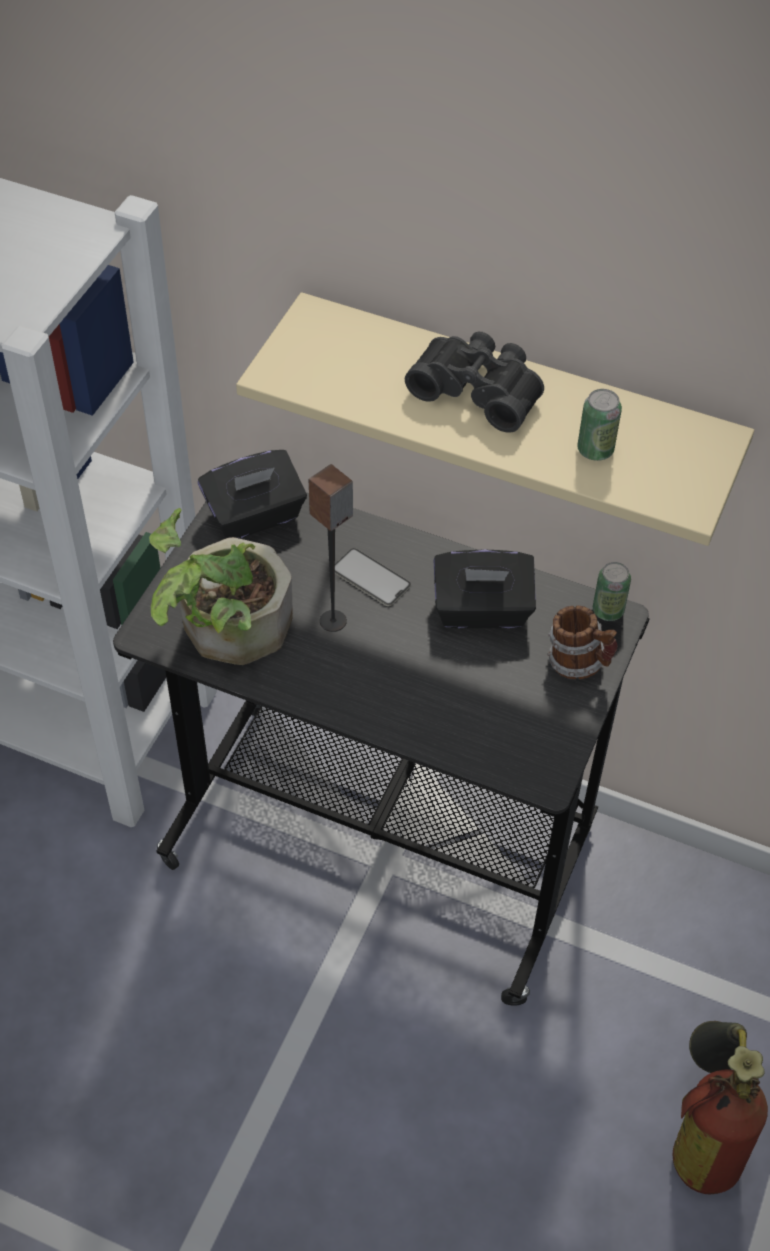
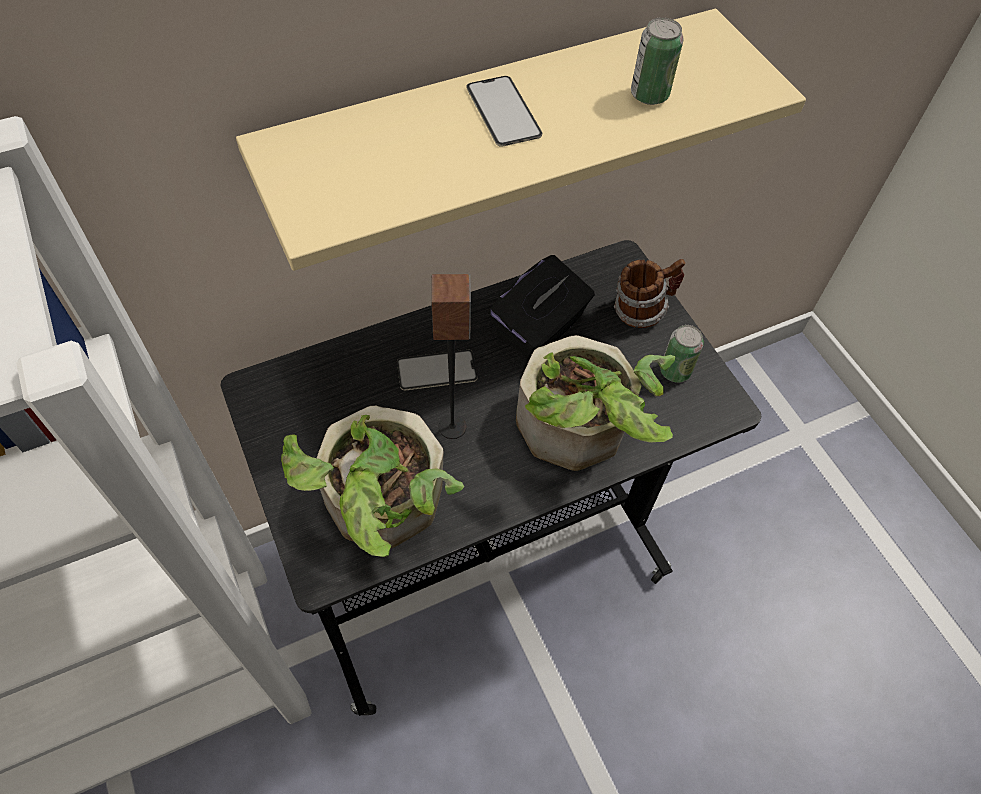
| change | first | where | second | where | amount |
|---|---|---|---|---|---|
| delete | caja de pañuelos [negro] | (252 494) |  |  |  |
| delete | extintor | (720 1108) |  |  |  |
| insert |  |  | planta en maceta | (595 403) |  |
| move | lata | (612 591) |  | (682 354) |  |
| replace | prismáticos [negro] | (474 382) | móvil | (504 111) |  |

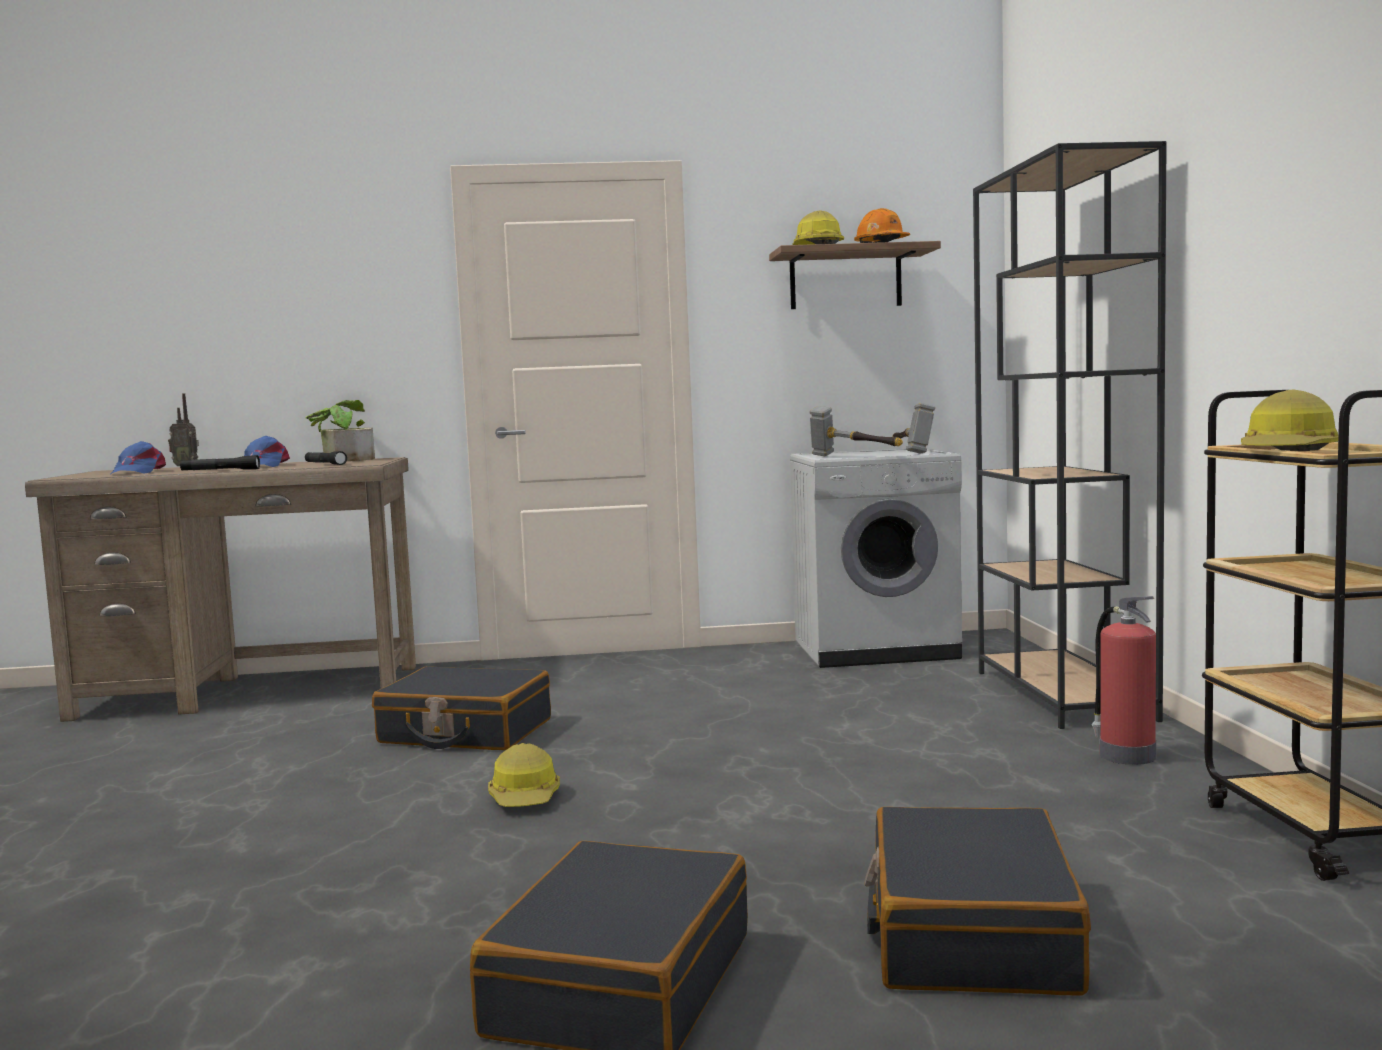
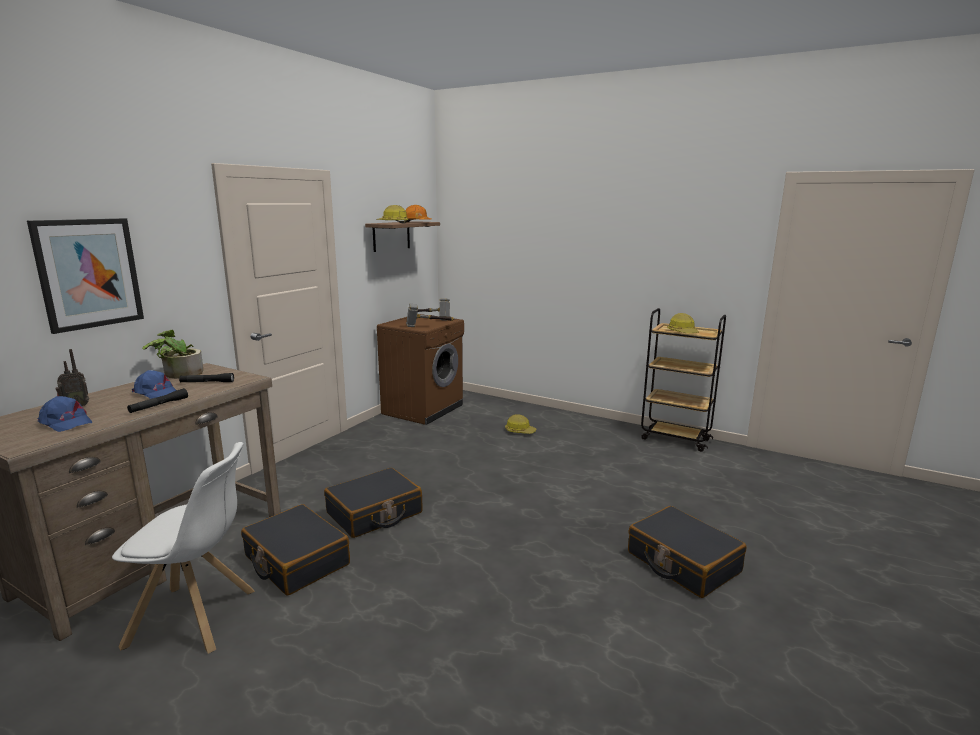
| change | first | where | second | where | amount |
|---|---|---|---|---|---|
| delete | estantería | (1069 435) |  |  |  |
| delete | extintor | (1124 680) |  |  |  |
| insert |  |  | cuadro | (85 276) |  |
| insert |  |  | silla [blanco] | (183 548) |  |
| move | casco | (524 775) |  | (521 424) |  |
| move | maleta [negro] | (977 901) |  | (295 549) |  |
| recolor | lavadora [blanco] | (876 558) | lavadora [marrón] | (420 369) |  |

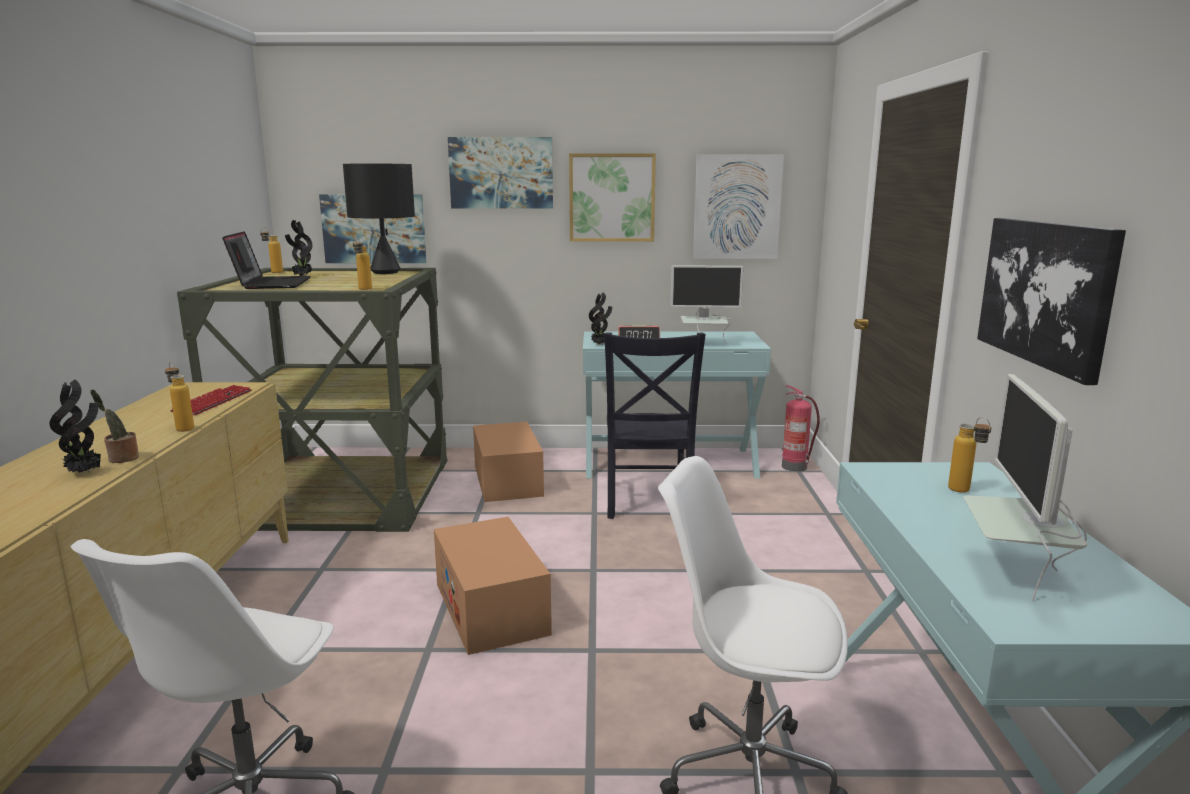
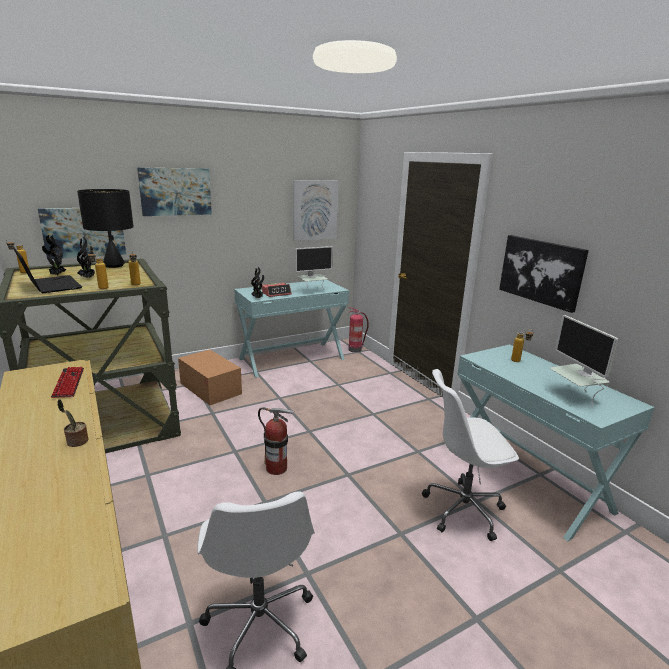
| change | first | where | second | where | amount |
|---|---|---|---|---|---|
| delete | cuadro | (612 197) |  |  |  |
| delete | silla [negro] | (655 425) |  |  |  |
| move | planta en maceta | (75 427) |  | (86 257) |  |
| move | botella | (179 396) |  | (98 269) |  |
| replace | caja de cartón | (493 586) | extintor | (276 441) |  |

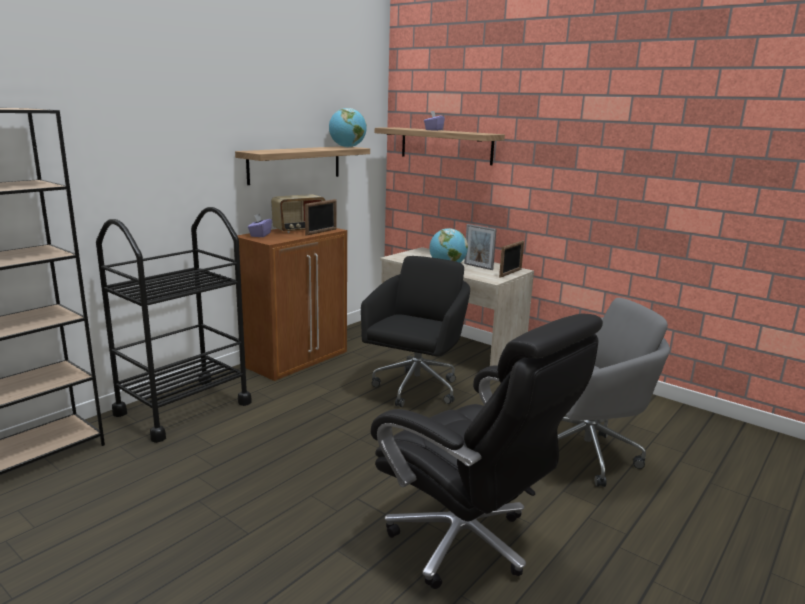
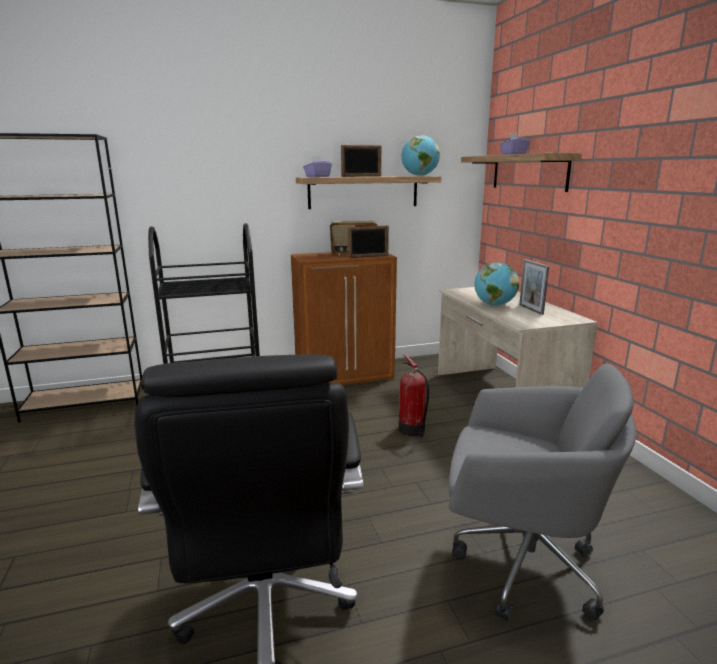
| change | first | where | second | where | amount |
|---|---|---|---|---|---|
| move | caja de pañuelos [morado] | (260 225) |  | (317 166) |  |
| move | portarretratos | (511 259) |  | (361 161) |  |
| replace | silla de oficina [negro] | (415 331) | extintor | (414 395) |  |

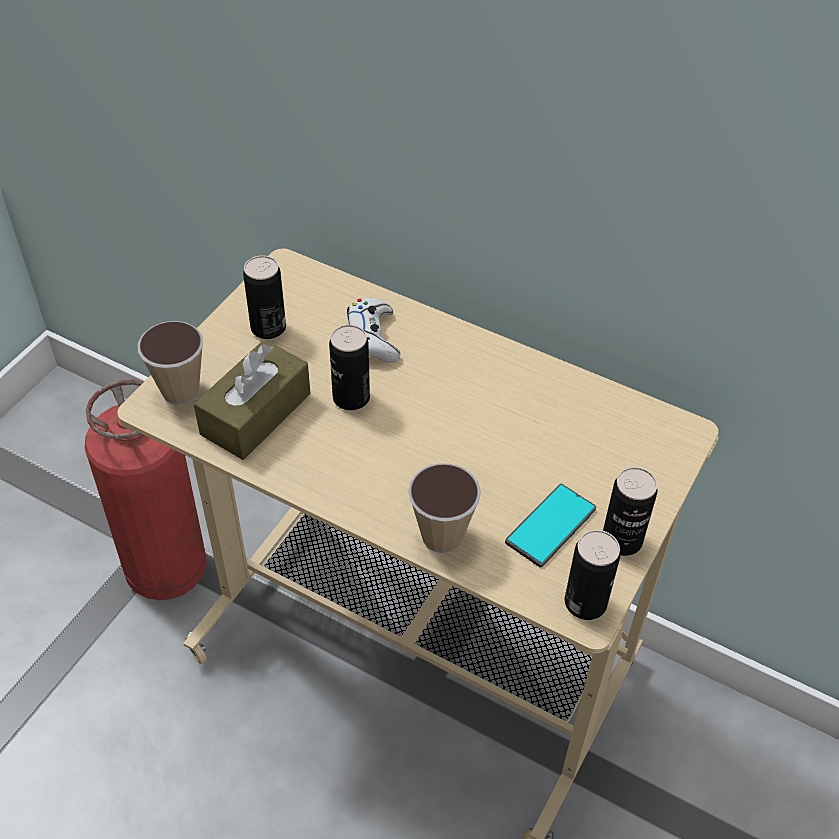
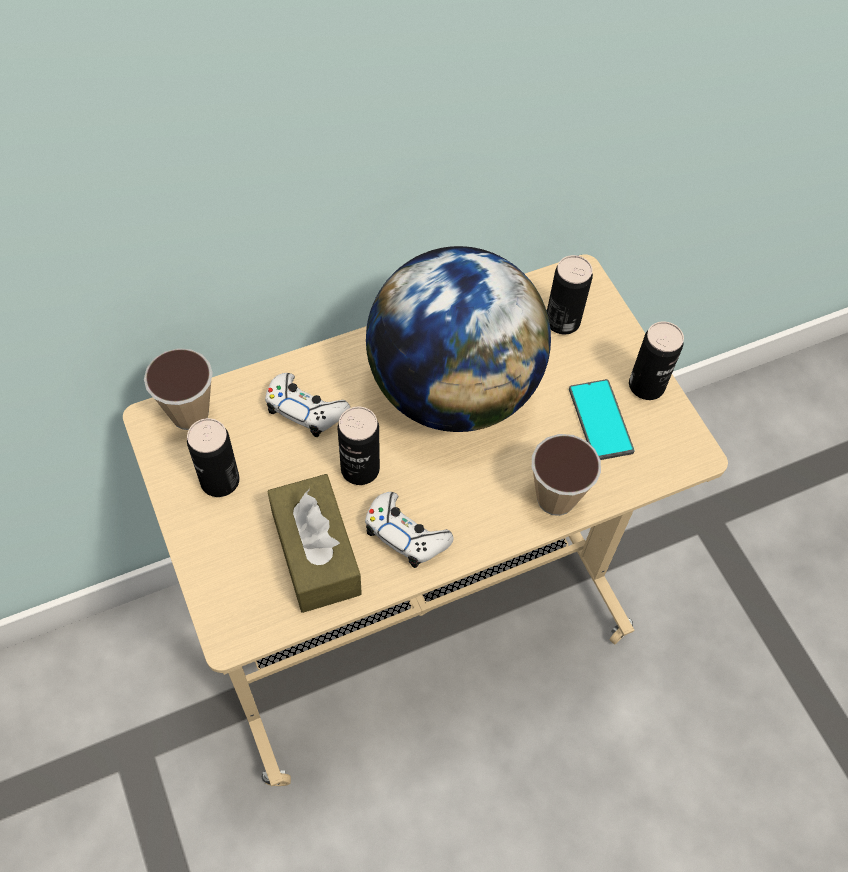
| change | first | where | second | where | amount |
|---|---|---|---|---|---|
| delete | extintor | (145 489) |  |  |  |
| insert |  |  | mando de consola [blanco] | (409 530) |  |
| insert |  |  | globo terráqueo | (458 339) |  |
| move | taza | (170 363) |  | (178 389) |  |
| move | lata | (592 575) |  | (570 294) |  |

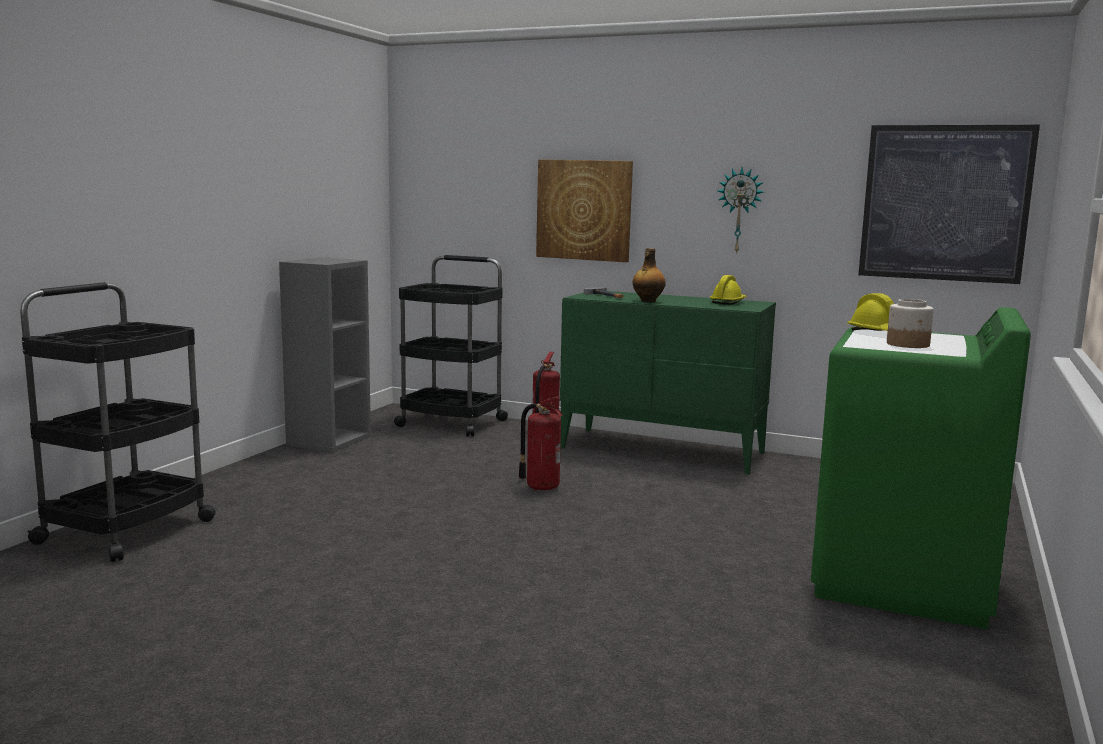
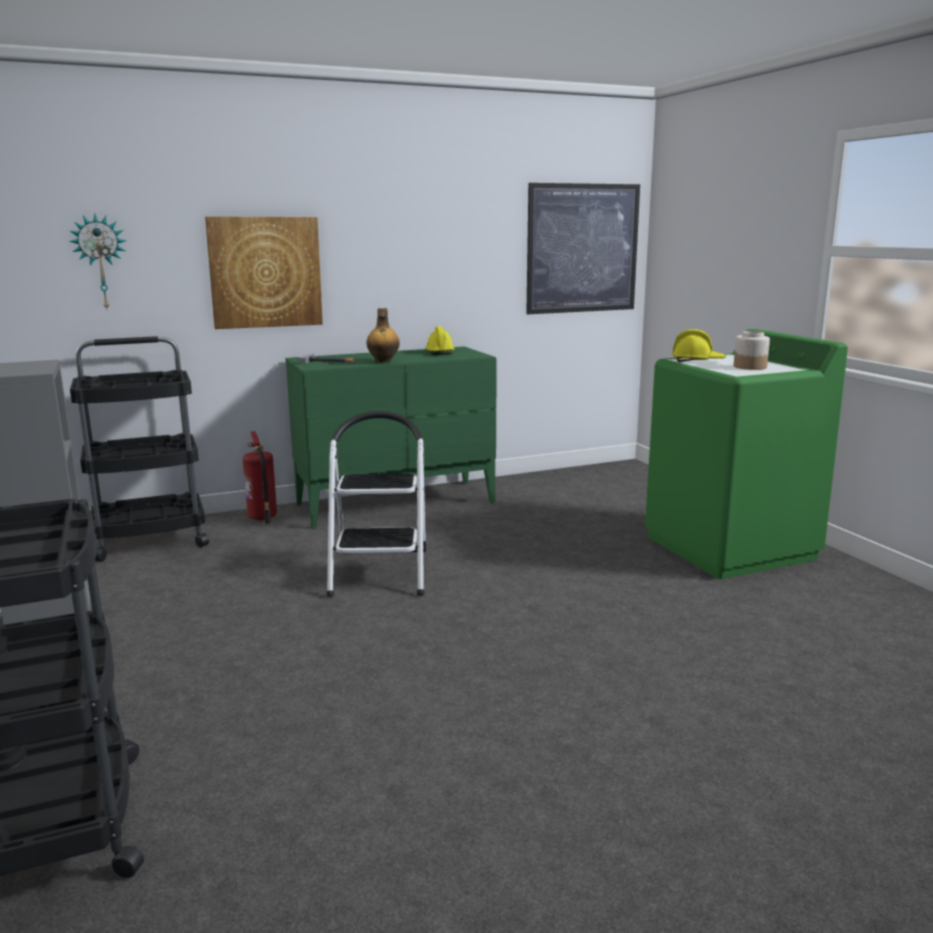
| change | first | where | second | where | amount |
|---|---|---|---|---|---|
| move | reloj de pared | (741 211) |  | (97 261) |  |
| replace | extintor | (540 443) | escalera de tijera | (376 504) |  |

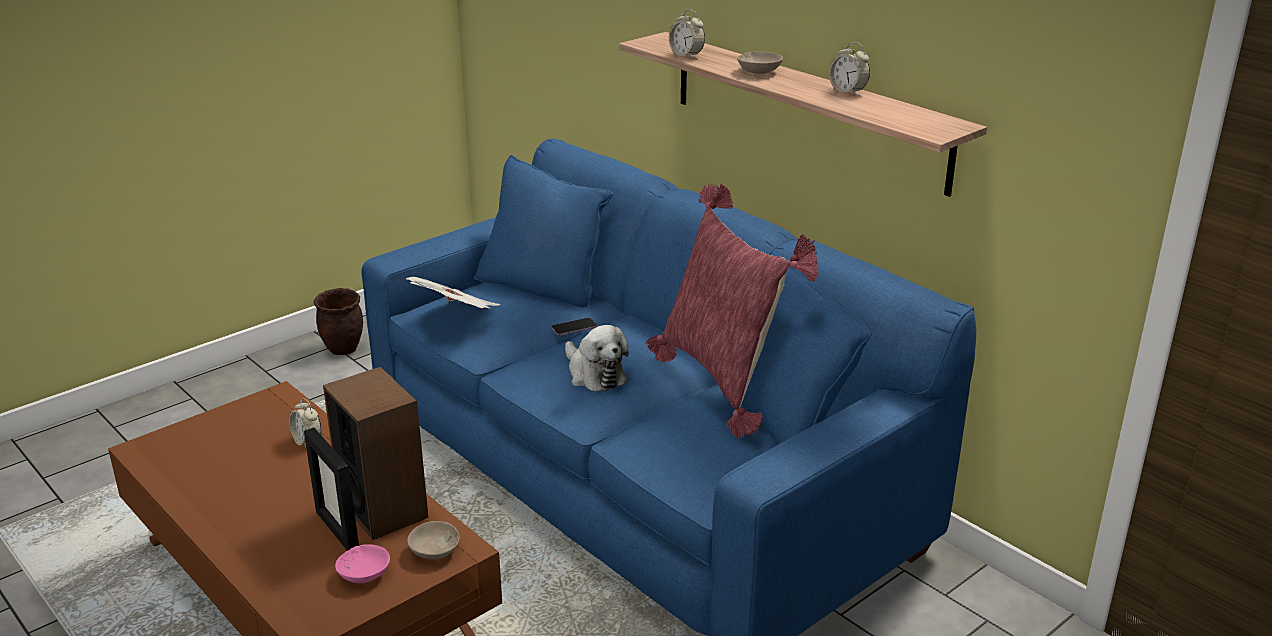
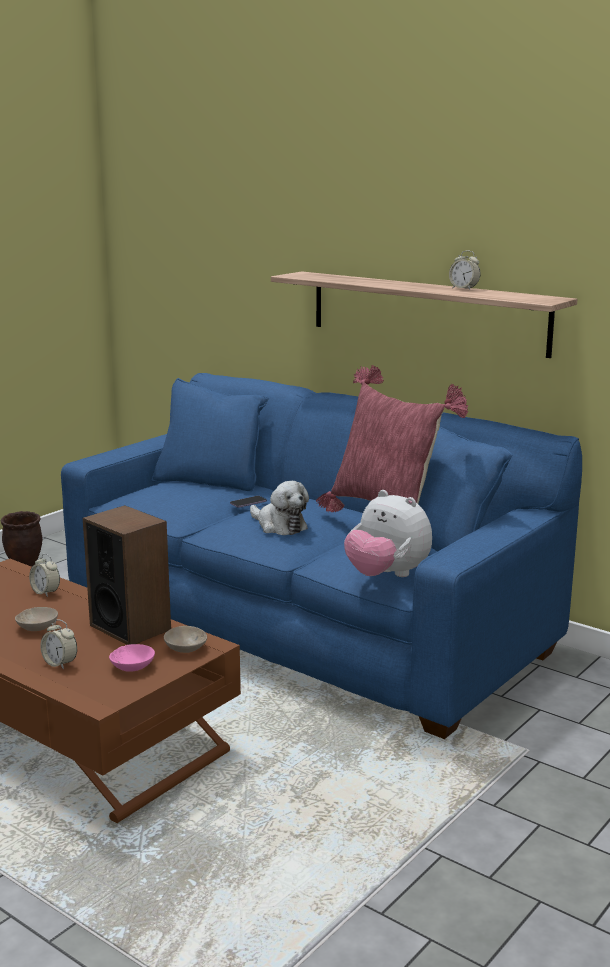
| change | first | where | second | where | amount |
|---|---|---|---|---|---|
| delete | portarretratos | (331 489) |  |  |  |
| delete | periódico | (453 293) |  |  |  |
| insert |  |  | peluche | (388 533) |  |
| move | despertador | (687 34) |  | (58 645) |  |
| move | cuenco [beis] | (760 62) |  | (36 619) |  |

